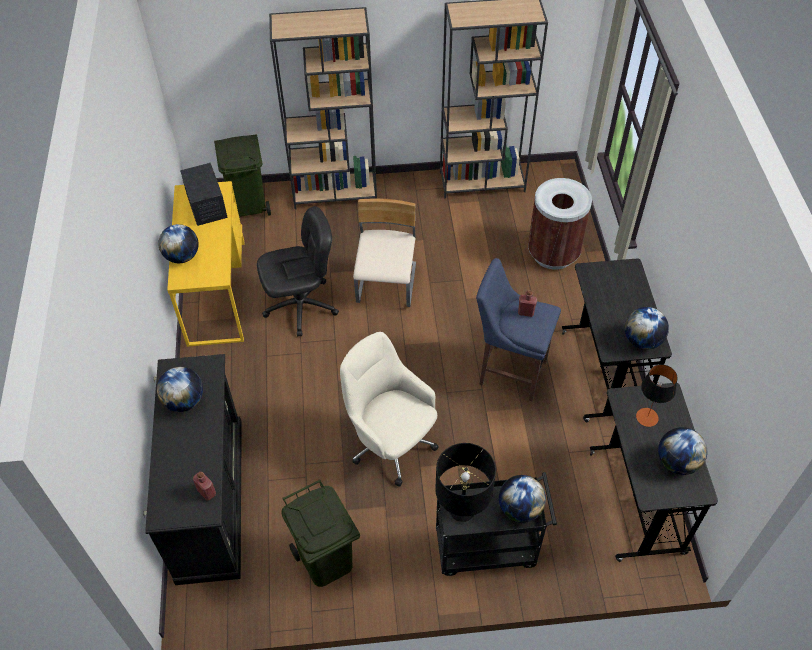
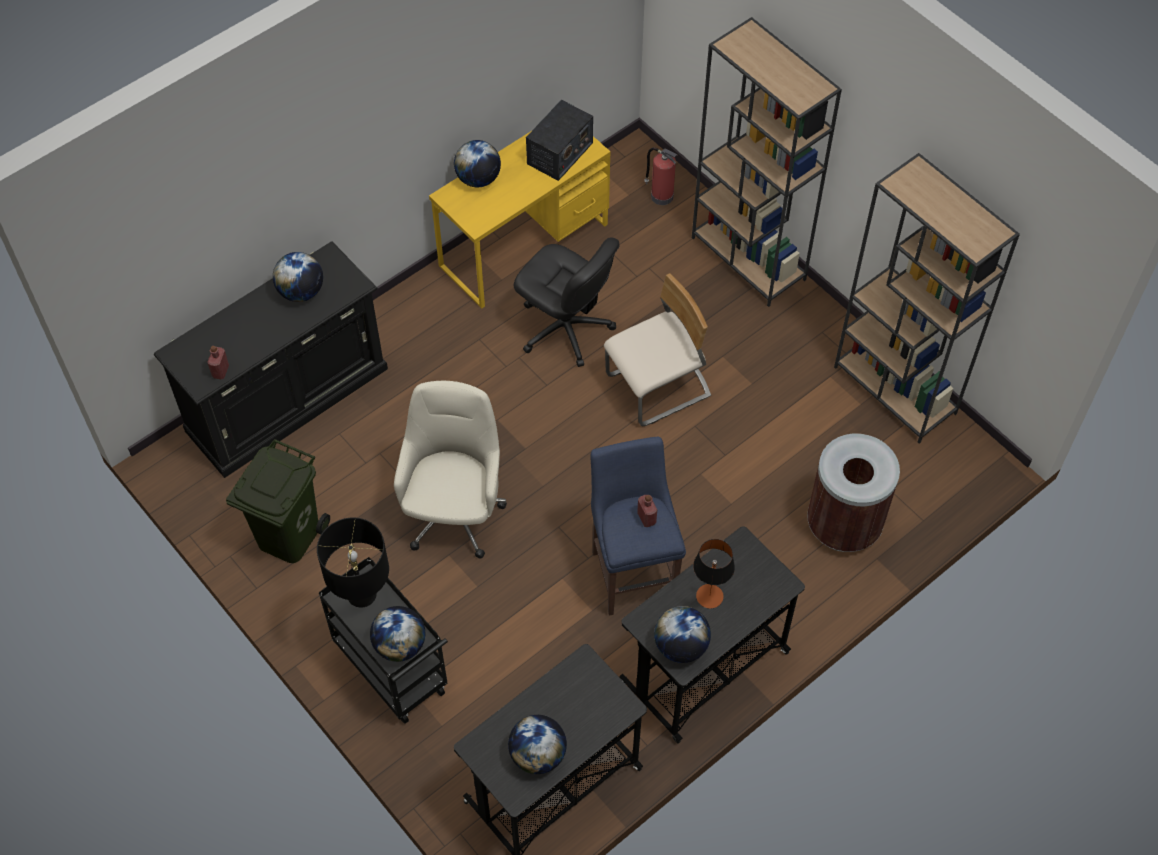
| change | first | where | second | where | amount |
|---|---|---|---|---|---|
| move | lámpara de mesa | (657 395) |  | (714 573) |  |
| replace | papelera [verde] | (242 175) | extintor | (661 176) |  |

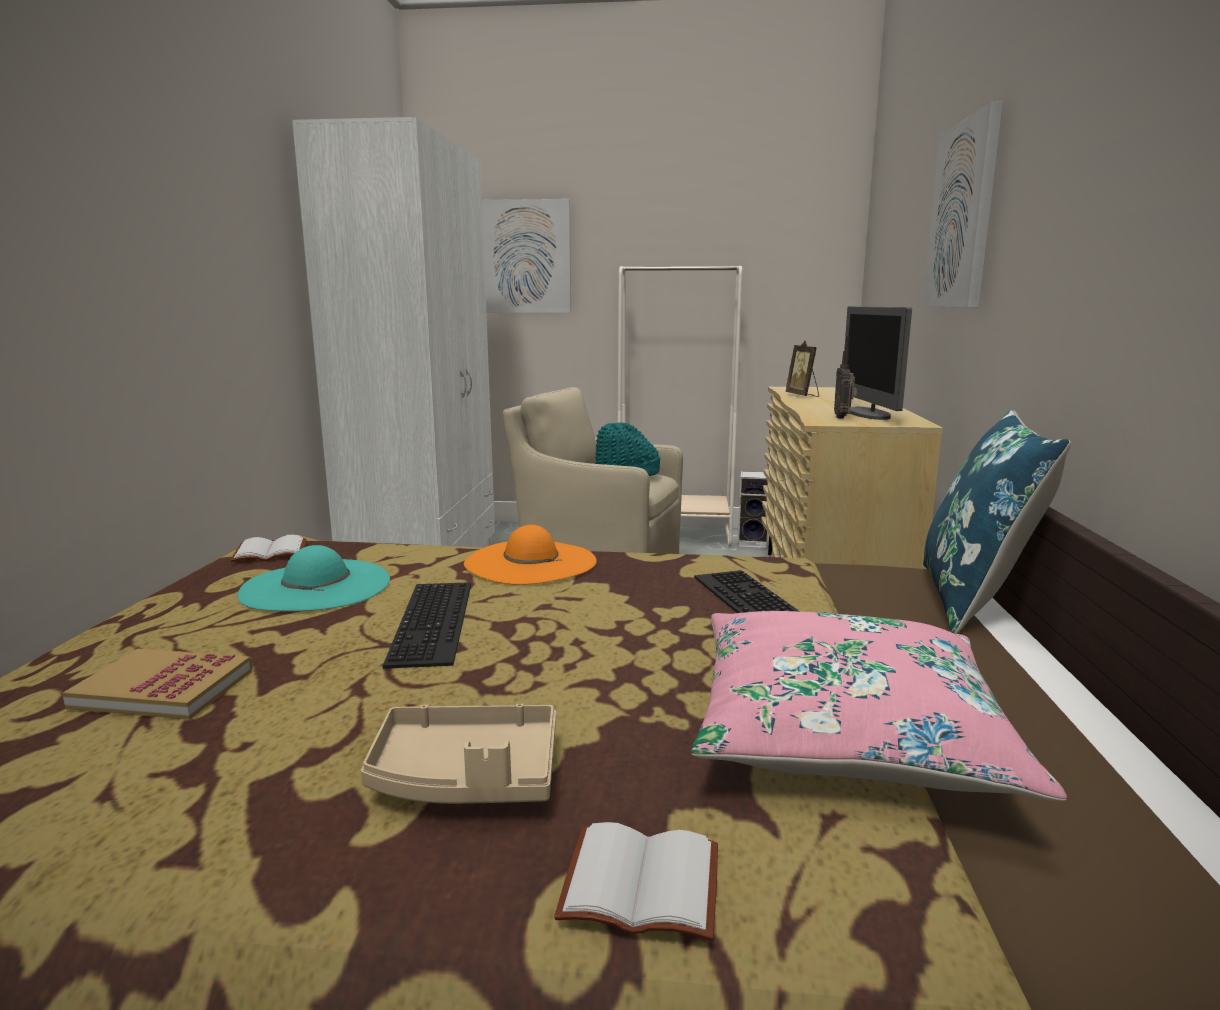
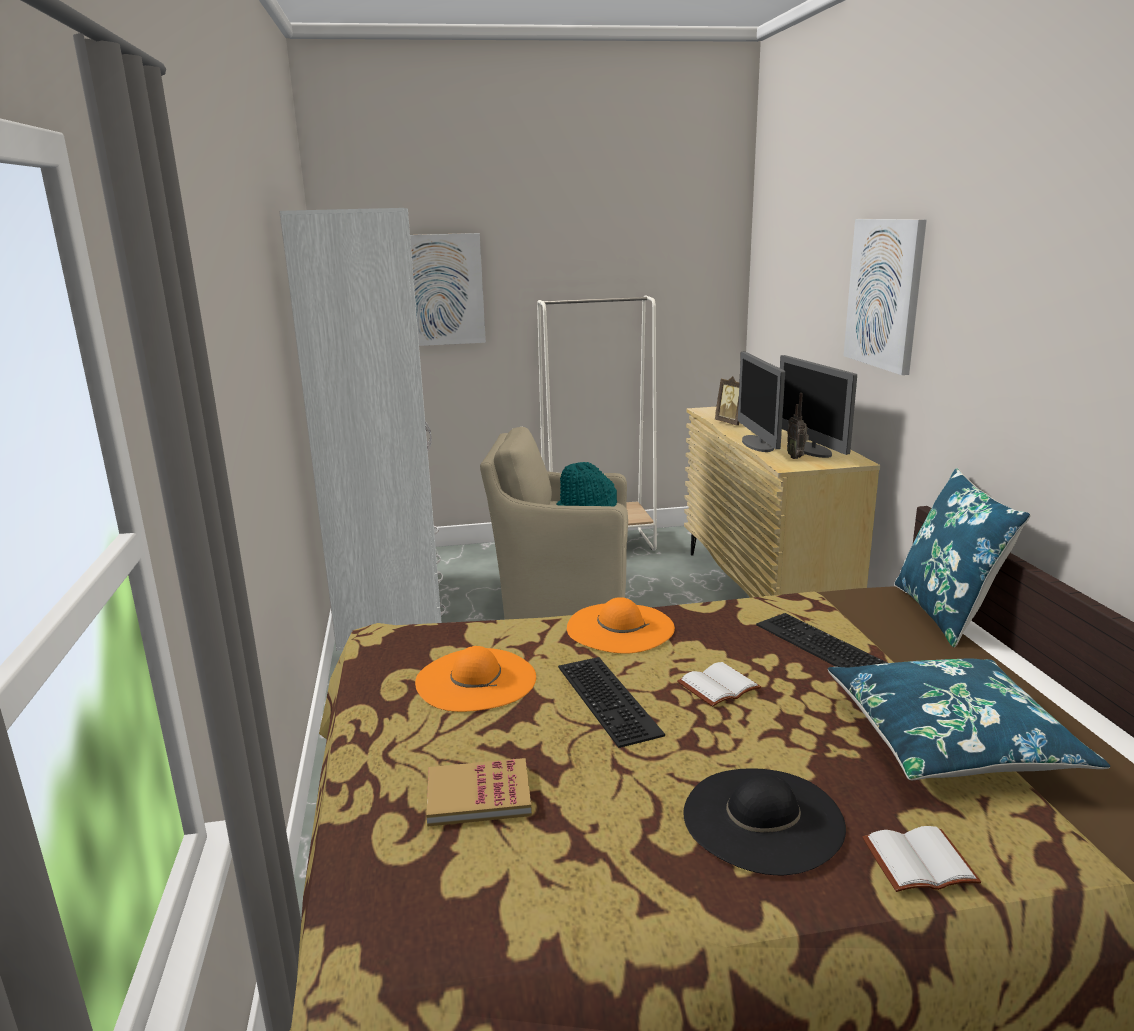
| change | first | where | second | where | amount |
|---|---|---|---|---|---|
| delete | altavoz | (752 510) |  |  |  |
| insert |  |  | monitor | (761 402) |  |
| move | libro [blanco] | (268 548) |  | (719 684) |  |
| replace | bandeja [beis] | (458 754) | sombrero [negro] | (764 821) |  |
| recolor | sombrero [turquesa] | (314 578) | sombrero [naranja] | (475 679) |  |
| recolor | cojín [rosa] | (879 706) | cojín [azul] | (969 719) |  |

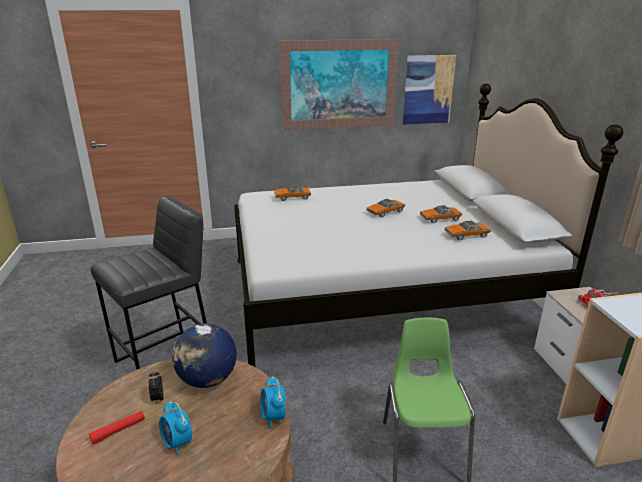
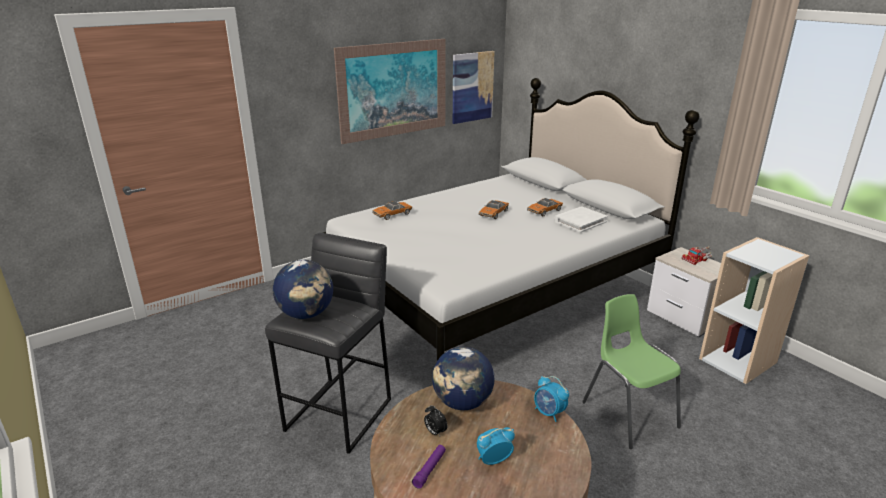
| change | first | where | second | where | amount |
|---|---|---|---|---|---|
| insert |  |  | globo terráqueo | (303 289) |  |
| replace | coche de juguete | (468 230) | libro [blanco] | (581 220) |  |
| recolor | linterna [rojo] | (117 428) | linterna [morado] | (429 467) |  |
| rotate | despertador | (175 428) |  | (496 446) | 135 degrees clockwise |

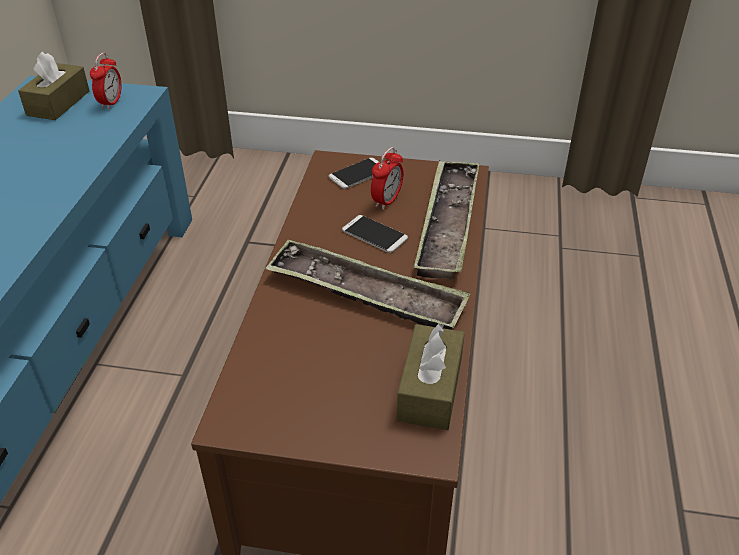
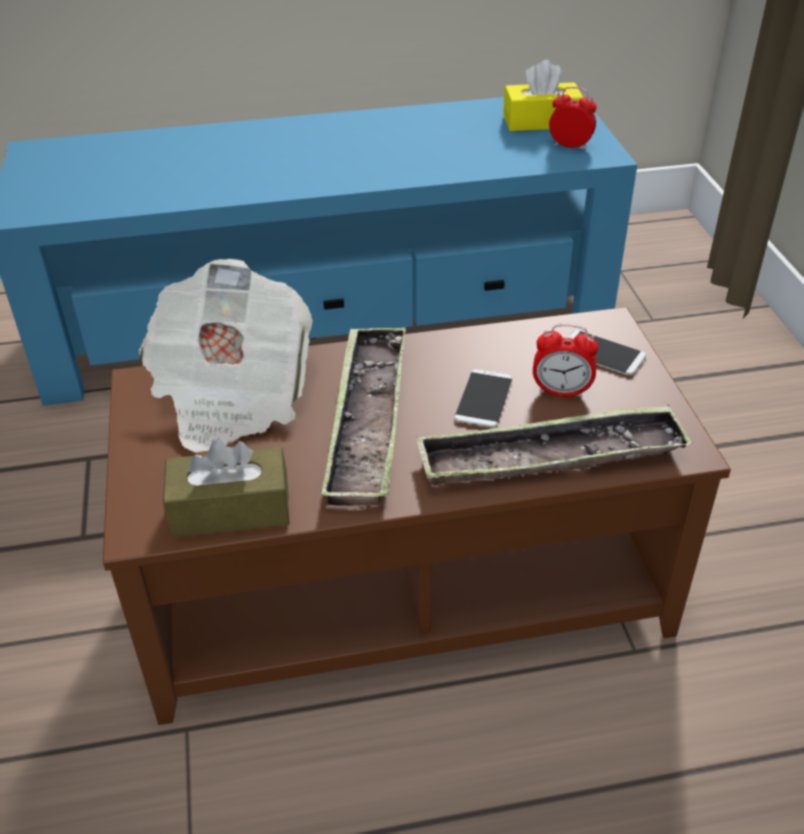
| change | first | where | second | where | amount |
|---|---|---|---|---|---|
| insert |  |  | periódico | (226 356) |  |
| recolor | caja de pañuelos [marrón] | (54 85) | caja de pañuelos [amarillo] | (543 95) |  |
| rotate | despertador | (106 81) |  | (573 118) | 150 degrees counterclockwise |

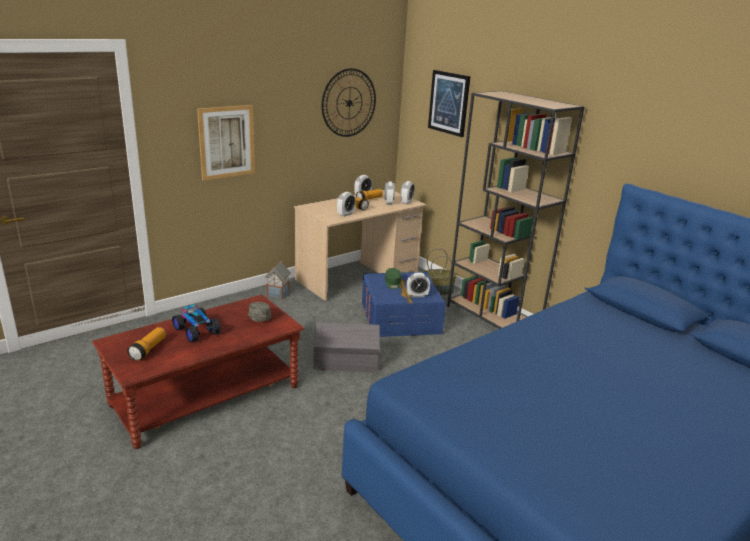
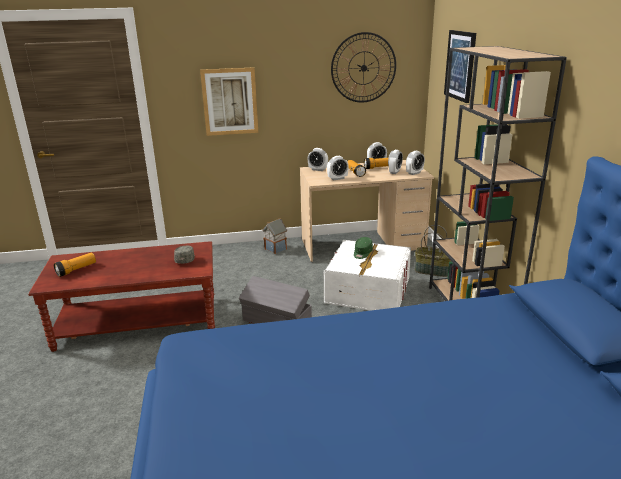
| change | first | where | second | where | amount |
|---|---|---|---|---|---|
| delete | coche de juguete | (196 323) |  |  |  |
| move | despertador | (418 284) |  | (318 159) |  |
| recolor | caja de almacenaje [azul] | (404 304) | caja de almacenaje [blanco] | (367 275) |  |

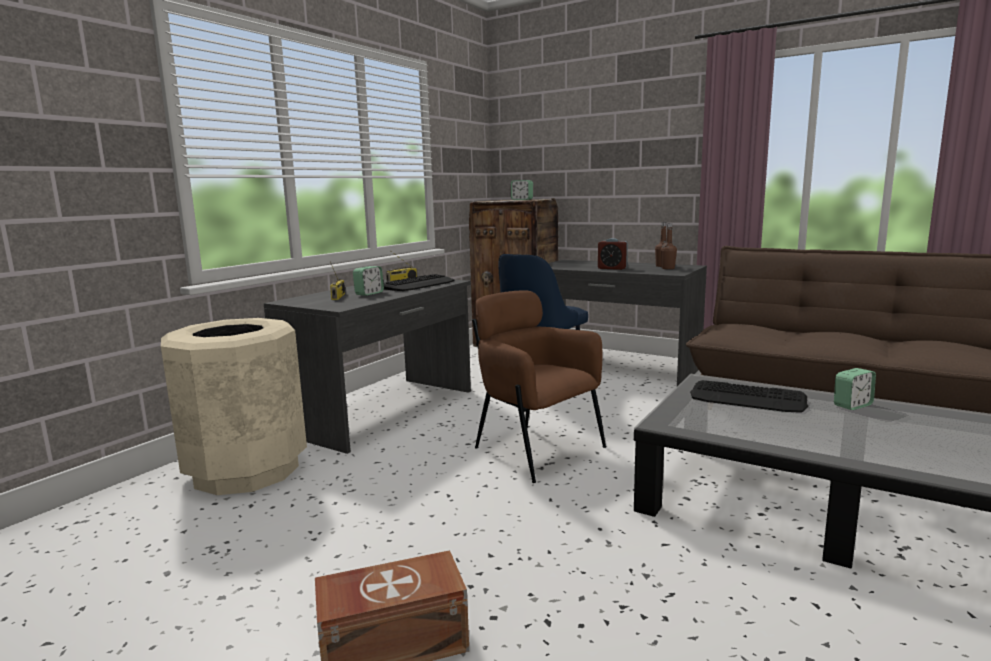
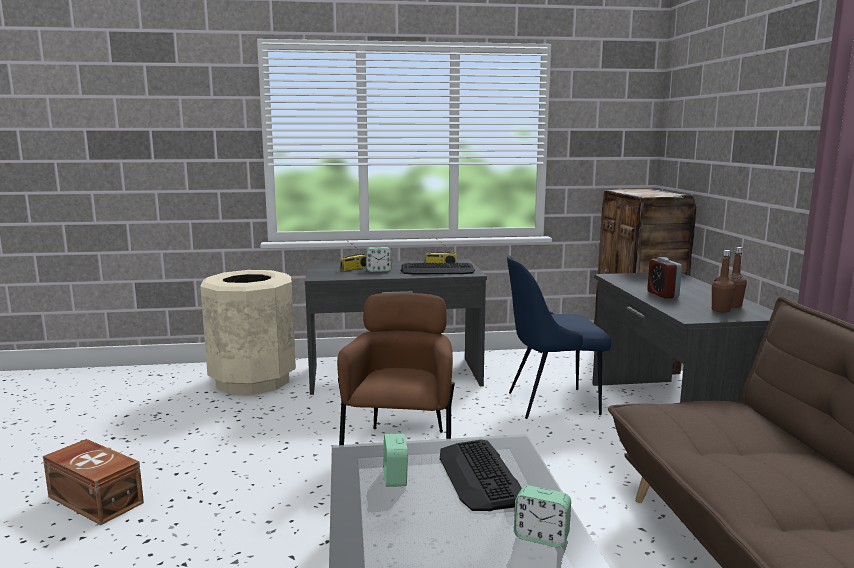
| change | first | where | second | where | amount |
|---|---|---|---|---|---|
| move | despertador | (522 190) |  | (395 460) |  |

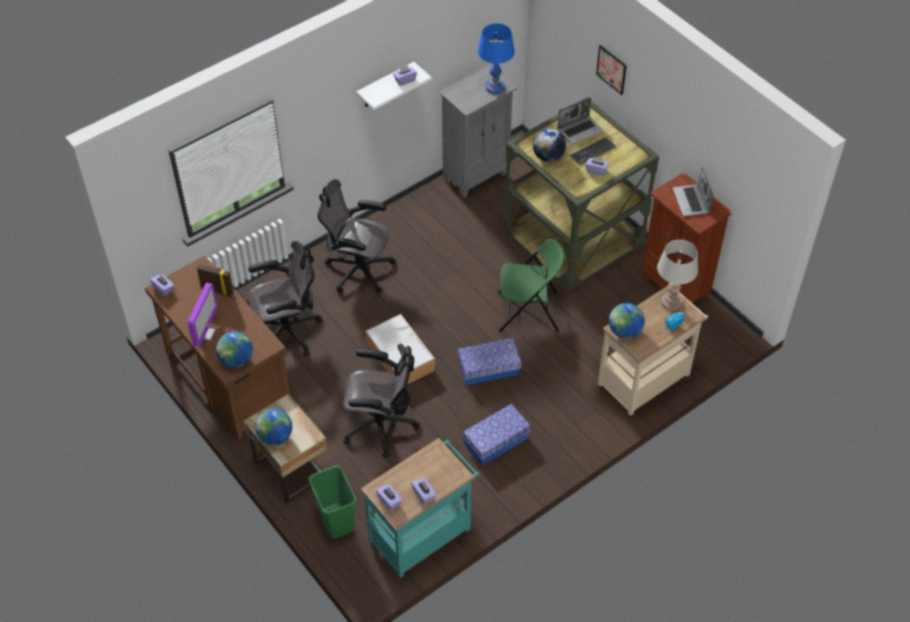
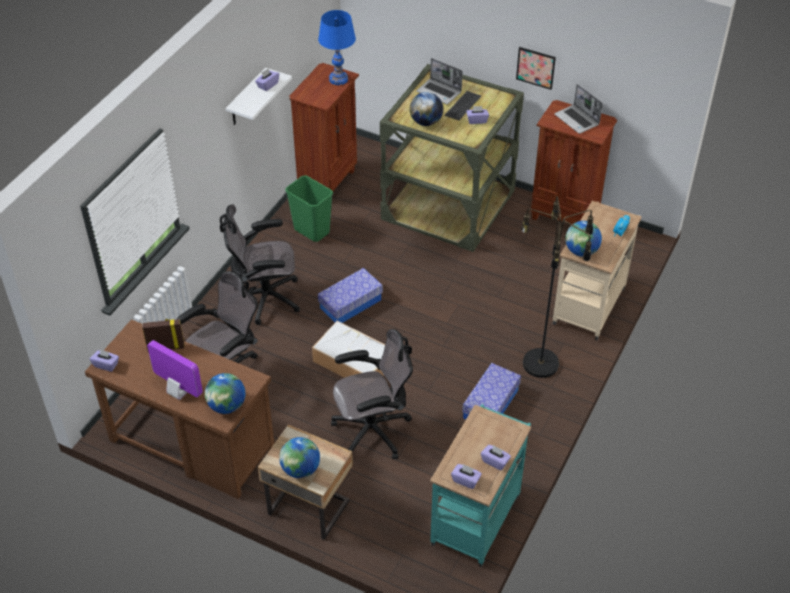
| change | first | where | second | where | amount |
|---|---|---|---|---|---|
| delete | silla [verde] | (531 285) |  |  |  |
| delete | lámpara de mesa [gris] | (677 274) |  |  |  |
| insert |  |  | lámpara de pie | (557 287) |  |
| move | papelera [verde] | (332 502) |  | (309 208) |  |
| move | caja de almacenaje | (489 361) |  | (350 295) |  |
| move | cuadro | (611 70) |  | (536 68) |  |
| recolor | armario [gris] | (478 132) | armario [marrón] | (324 127) |  |
| rotate | monitor | (203 315) |  | (175 370) | 45 degrees counterclockwise |
| rotate | portátil | (580 120) |  | (439 81) | 90 degrees clockwise |

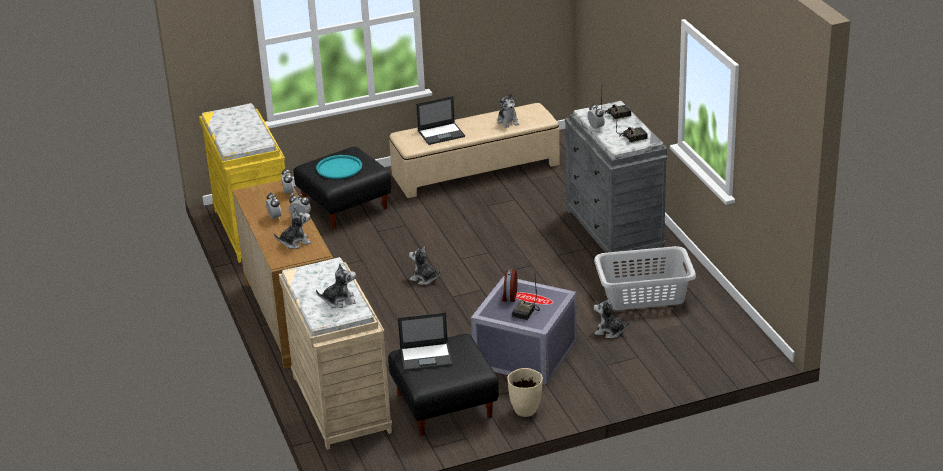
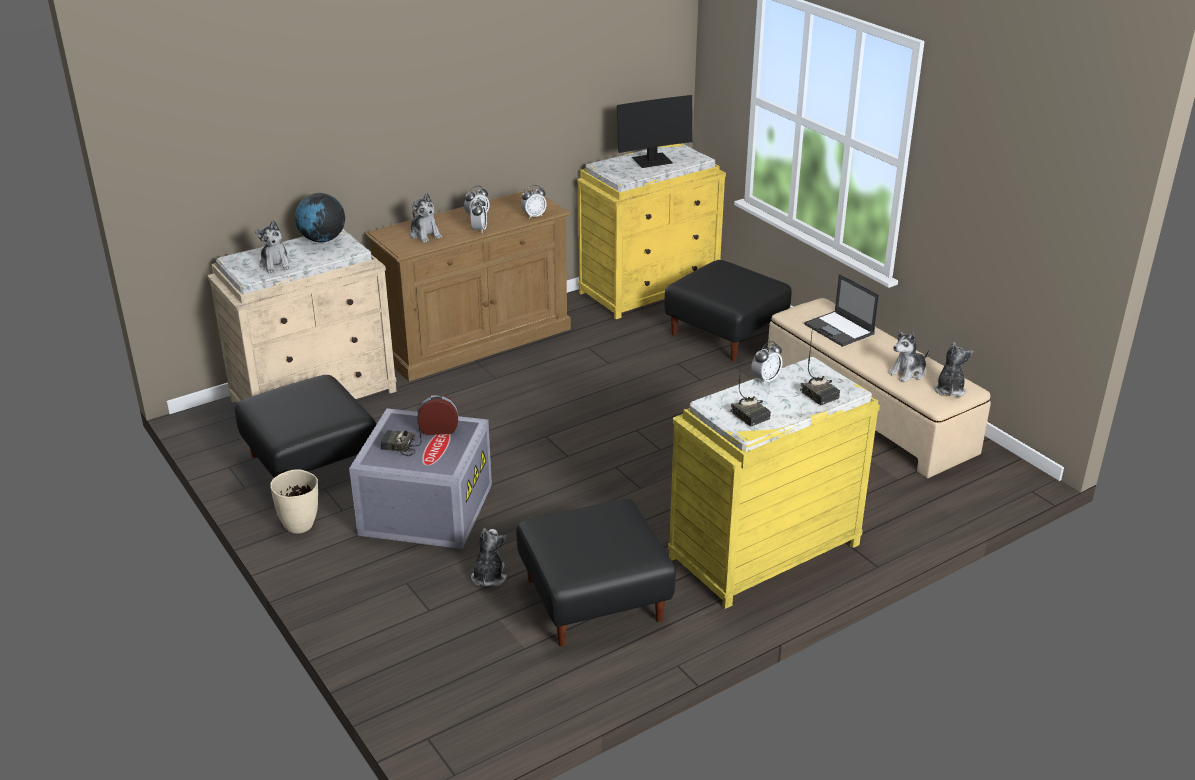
| change | first | where | second | where | amount |
|---|---|---|---|---|---|
| delete | bandeja [turquesa] | (339 167) |  |  |  |
| delete | portátil | (425 341) |  |  |  |
| insert |  |  | globo terráqueo | (320 217) |  |
| insert |  |  | monitor | (655 131) |  |
| move | peluche | (425 265) |  | (953 370) |  |
| replace | cesto de la ropa [gris] | (645 278) | puf [negro] | (596 572) |  |
| recolor | cómoda [gris] | (616 177) | cómoda [amarillo] | (774 483) |  |

